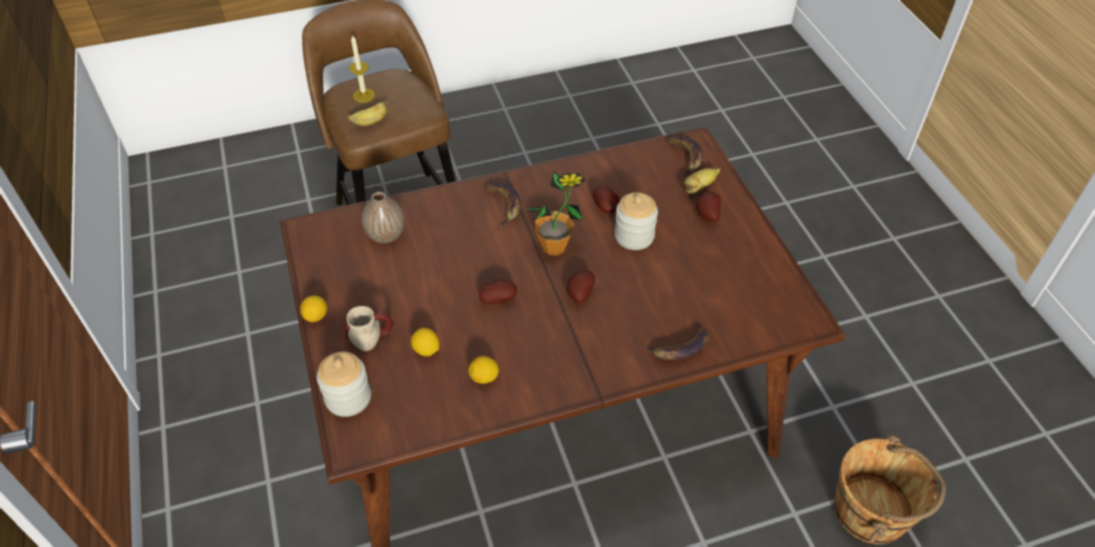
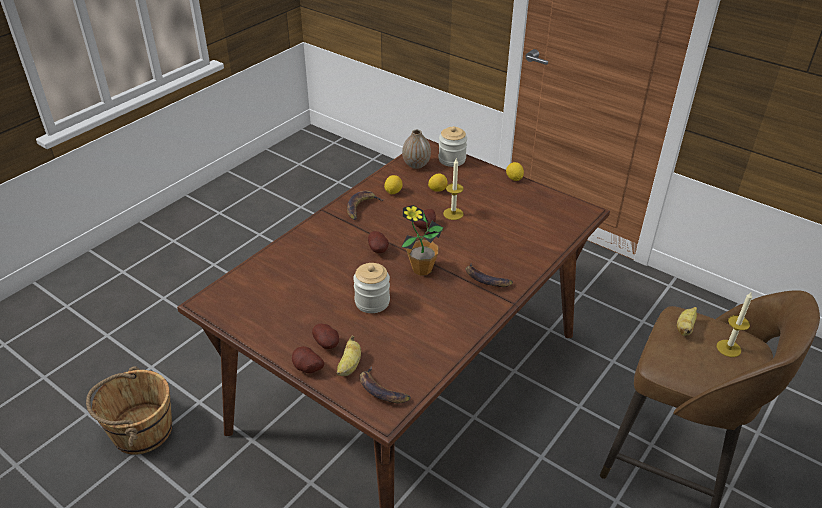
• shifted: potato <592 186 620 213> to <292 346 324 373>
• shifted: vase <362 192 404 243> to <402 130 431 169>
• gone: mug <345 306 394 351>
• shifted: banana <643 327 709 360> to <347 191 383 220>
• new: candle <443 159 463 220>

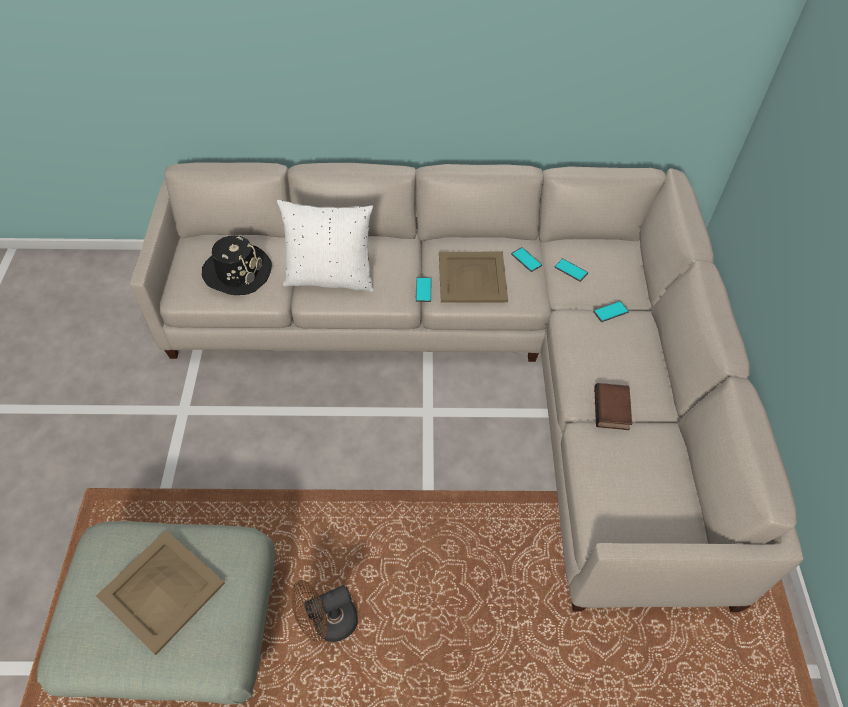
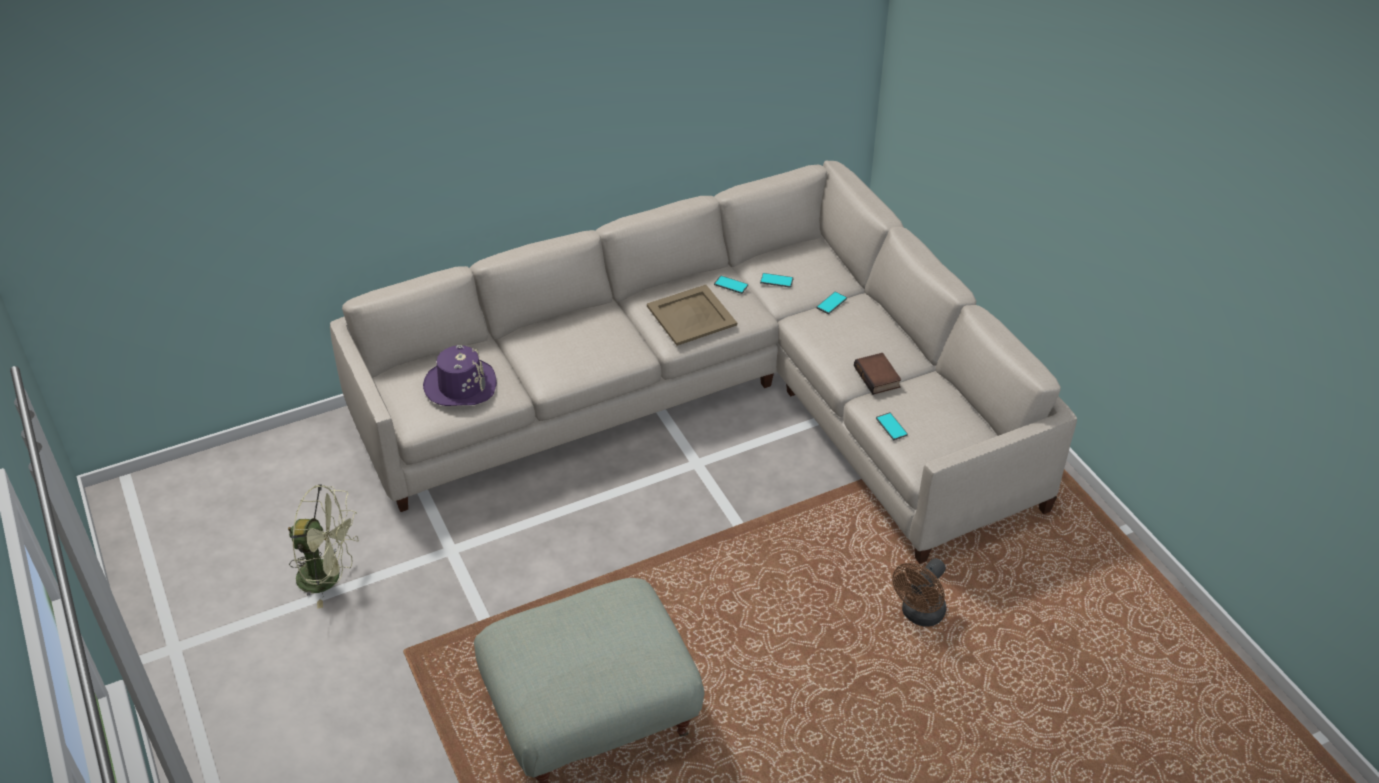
• gone: white pillow <277 200 374 292>
• repainted: black hat <202 235 272 295> to purple hat <423 345 497 406>
• shifted: phone <416 277 432 302> to <876 412 908 440>
• gone: beige tray <96 530 225 655>
• shifted: brown fan <291 580 358 642> to <892 558 946 627>
• new: green fan <288 484 359 608>

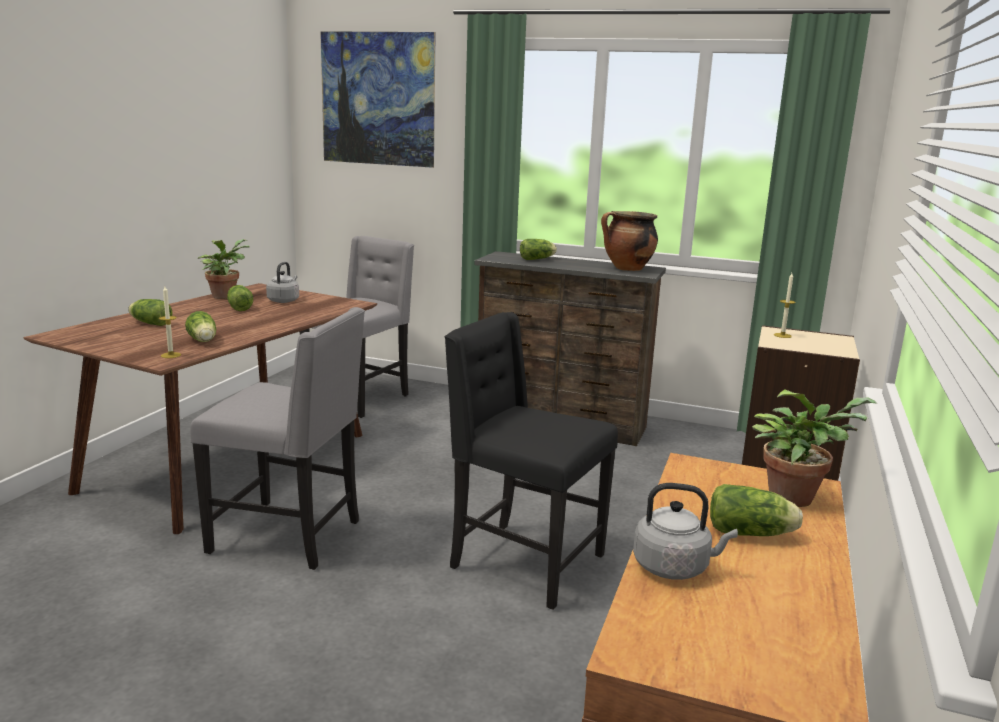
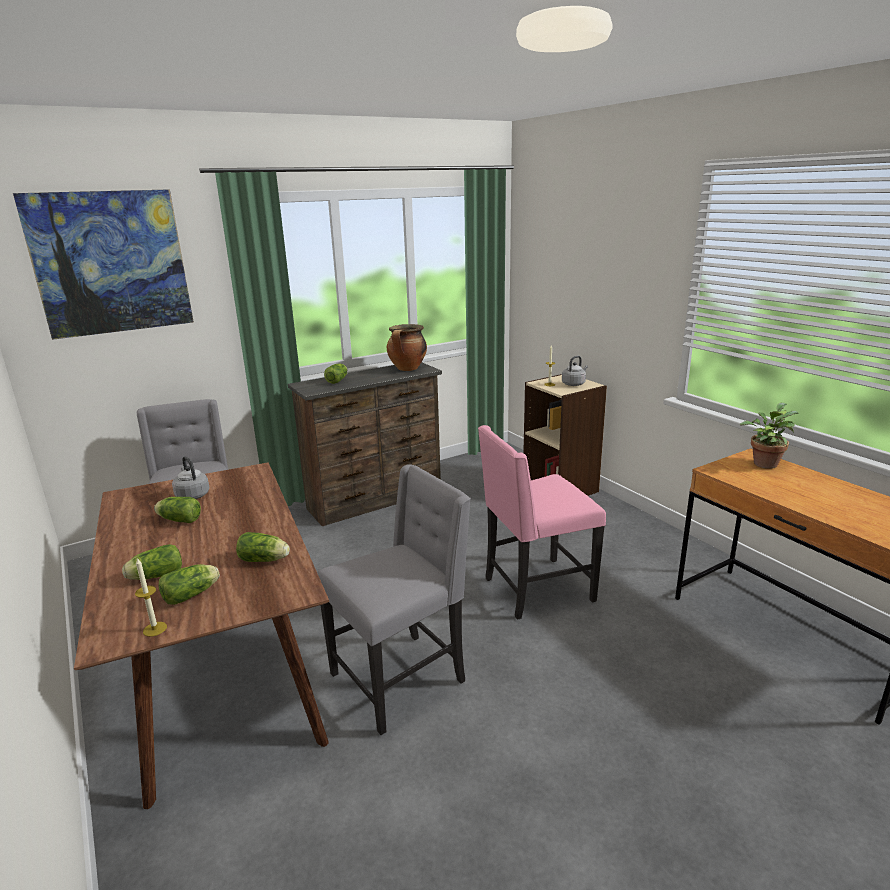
• gone: potted plant <198 239 249 299>
• shifted: candle <159 286 181 358> to <135 558 167 637>
• repainted: black chair <444 312 618 610> to pink chair <478 425 606 620>
• shifted: grey kettle <633 483 738 580> to <562 356 588 386>
• shifted: lettuce <710 484 803 536> to <159 564 220 605>

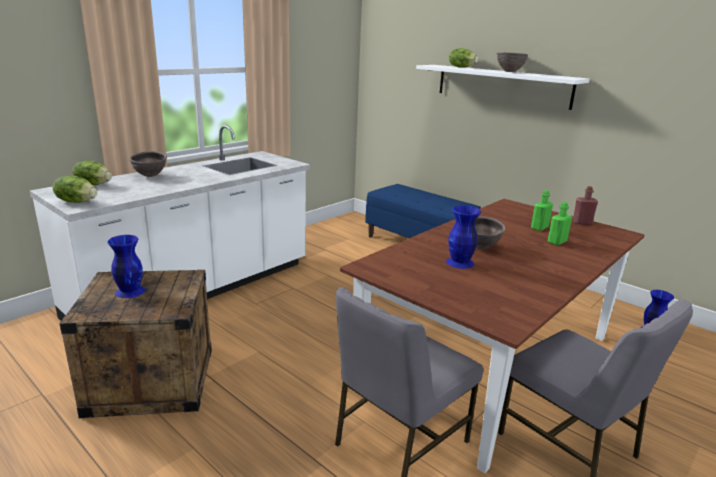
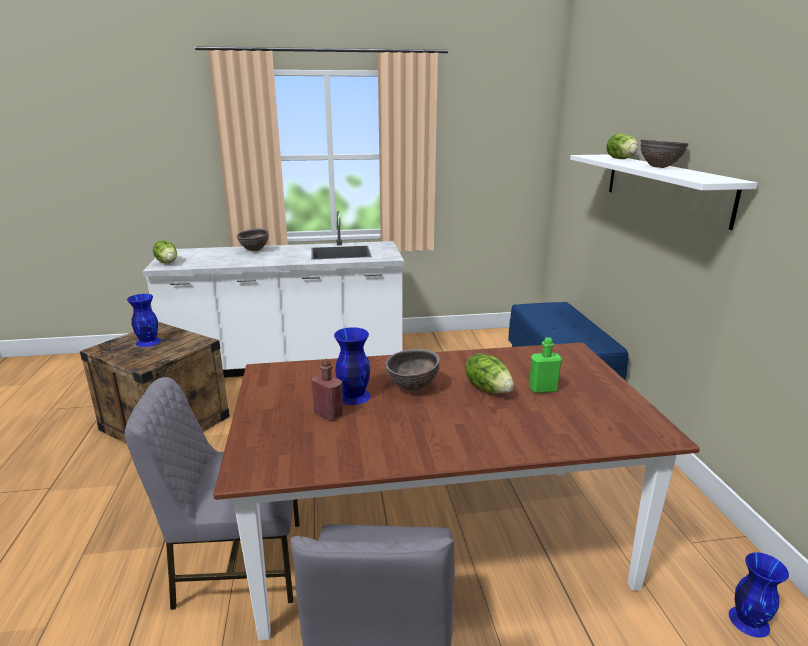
• shifted: lettuce <72 161 112 185> to <465 353 514 393>
• shifted: red bottle <573 186 598 225> to <312 359 343 421>
• gone: green bottle <548 202 572 245>

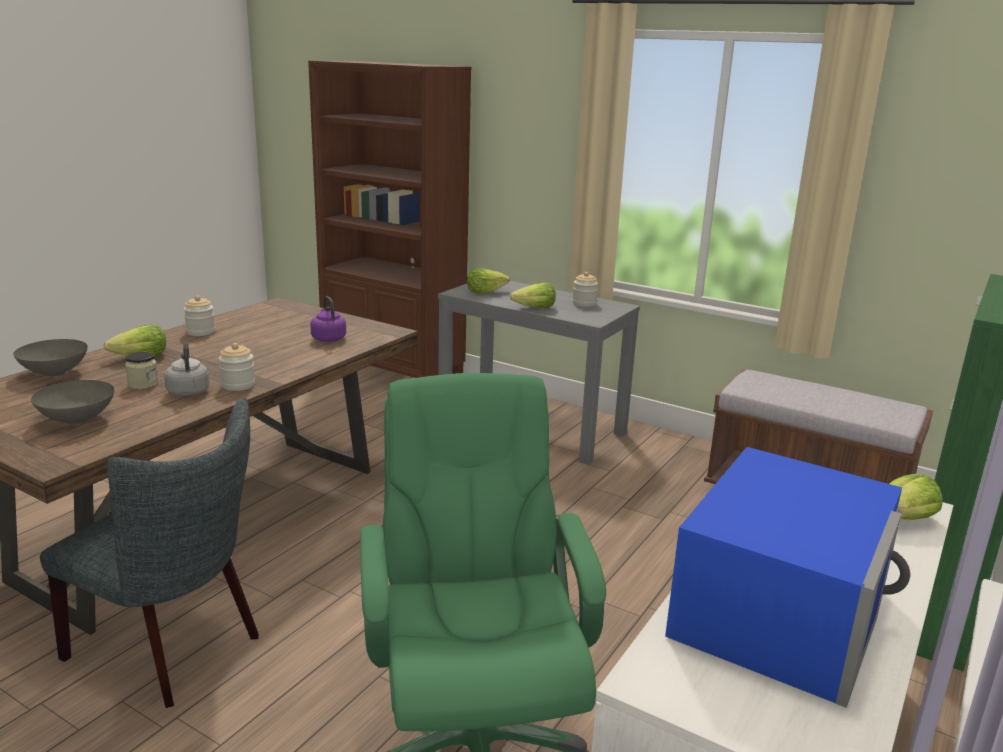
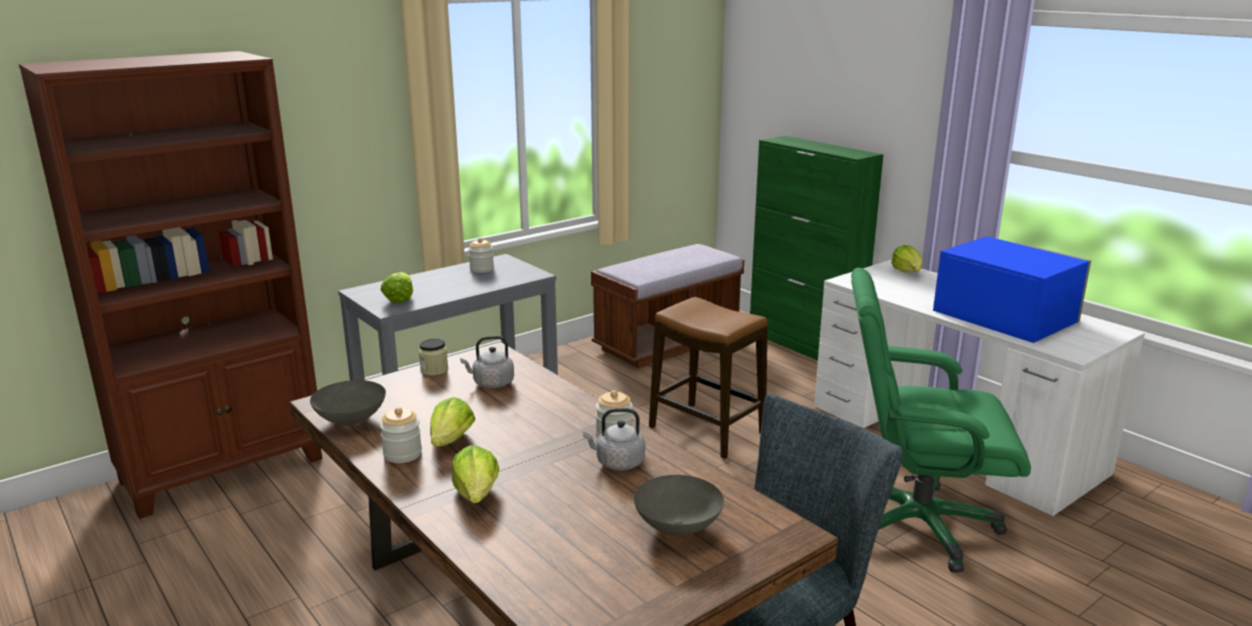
• shifted: lettuce <510 283 556 308> to <430 397 475 447>
• repainted: purple kettle <310 296 346 342> to grey kettle <460 336 514 388>
• shifted: grey bowl <13 339 88 377> to <310 380 386 426>
• shifted: jar <125 352 159 389> to <419 339 448 376>
• new: stool <649 297 767 459>

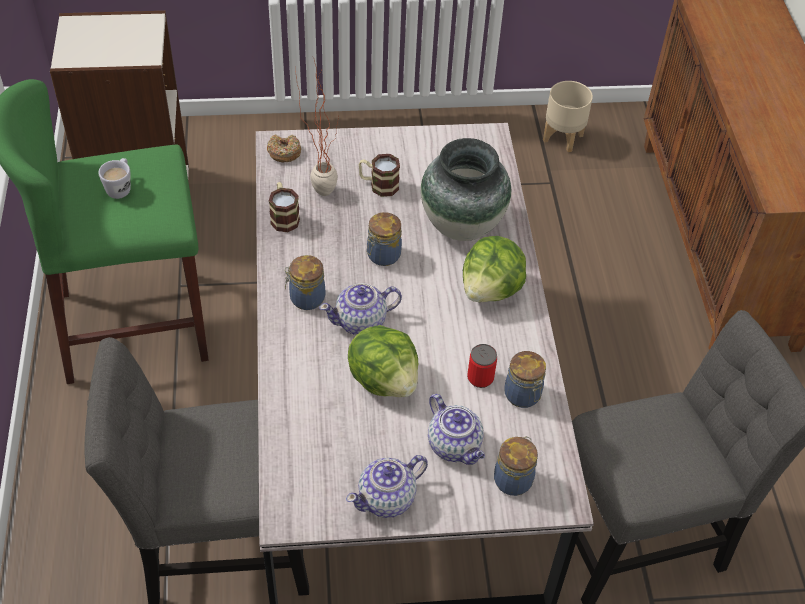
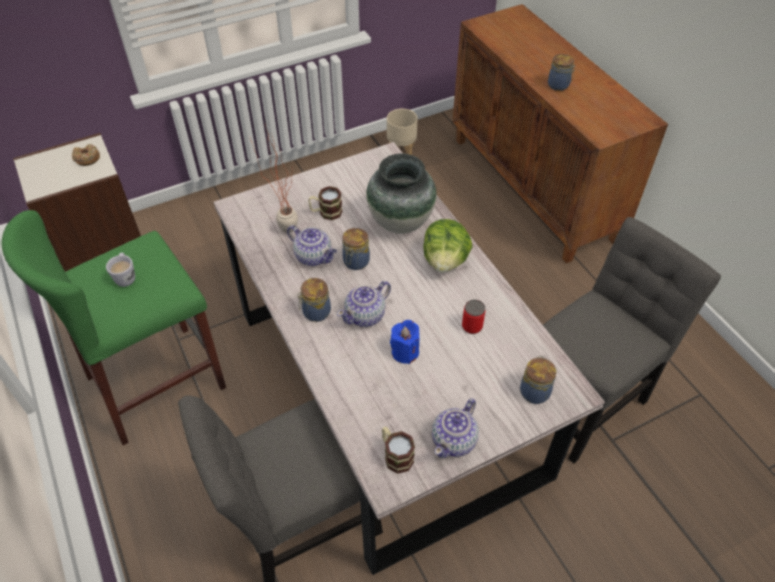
• shifted: donut <267 134 301 162> to <72 144 100 166>
• shifted: mug <269 182 300 232> to <382 426 415 474>
• swapped: lettuce <348 325 418 397> to blue candle <390 320 420 364>
• shifted: jar <504 351 546 408> to <548 54 576 91>
• shifted: teapot <428 394 485 465> to <287 225 337 266>

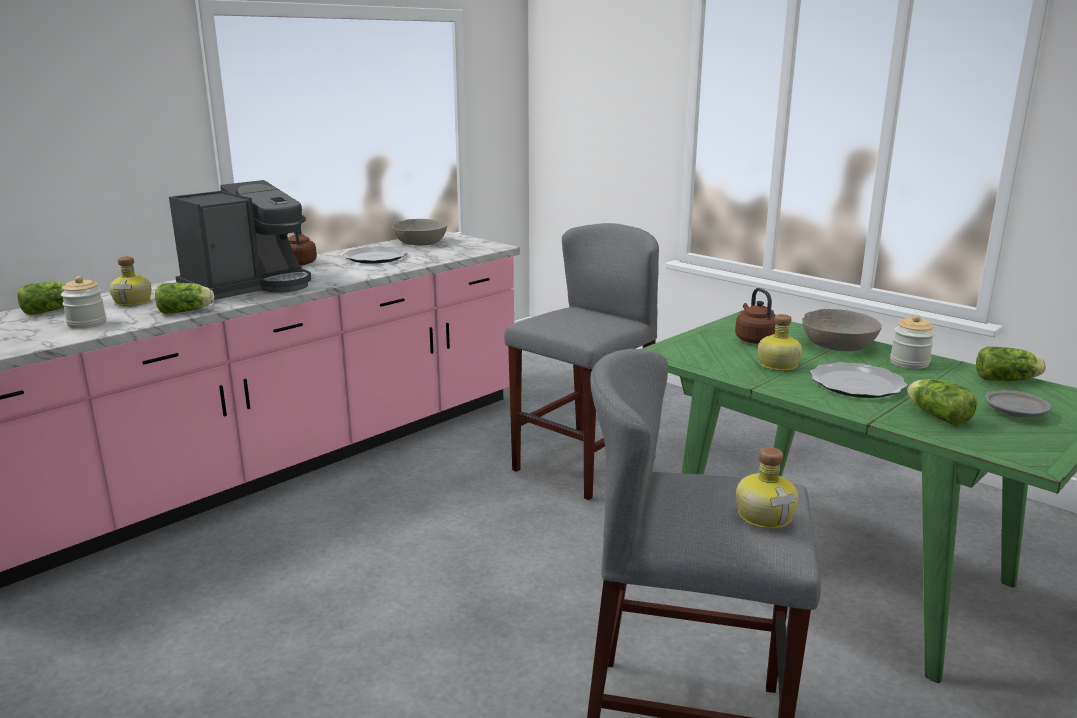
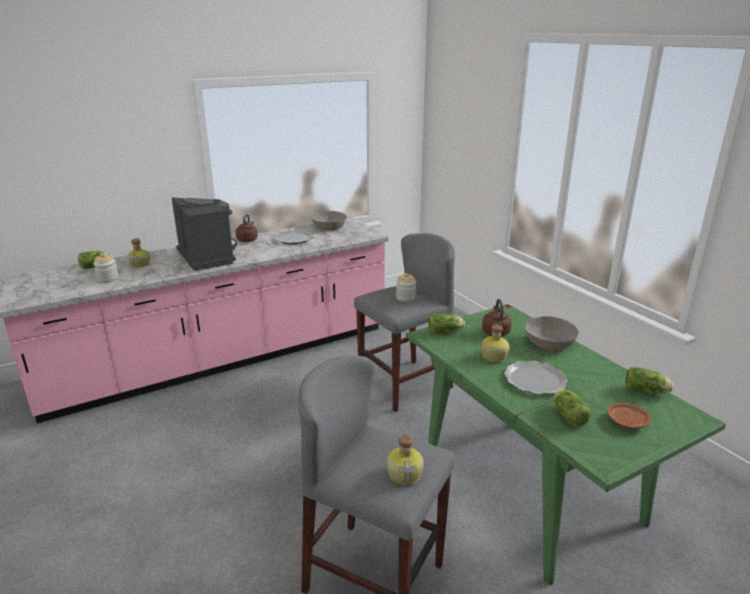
• rotated: coffee machine <169 180 311 300> = <172 197 237 271> 90 degrees counterclockwise
• shifted: lettuce <155 283 214 314> to <428 313 465 334>
• shifted: jar <890 315 935 369> to <396 273 416 302>
• repainted: grey plate <985 390 1051 417> to brown plate <607 403 651 428>

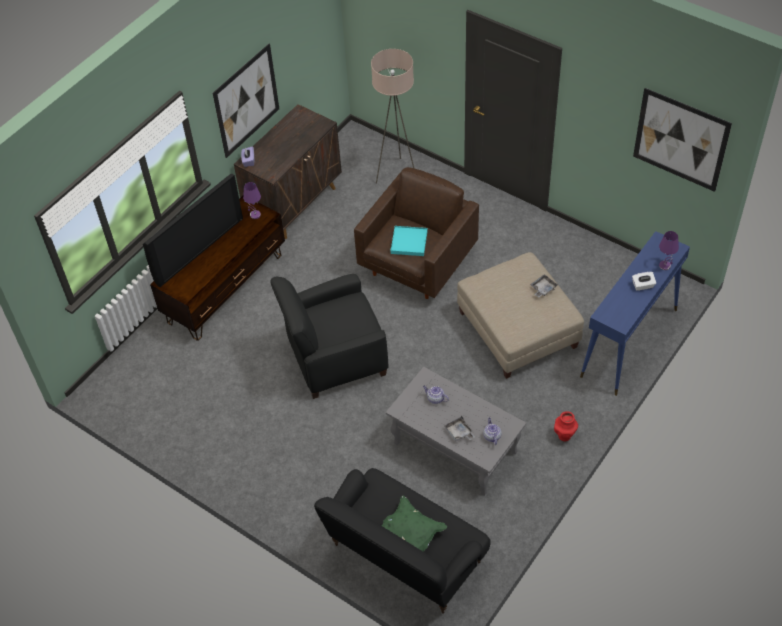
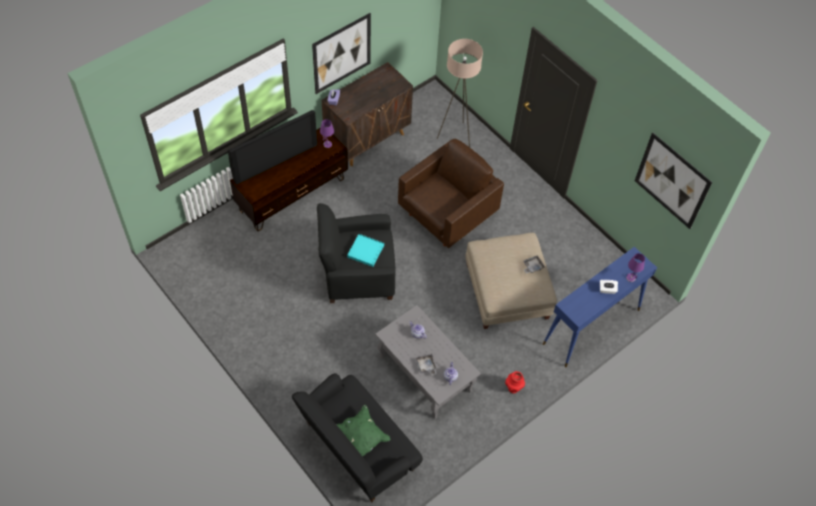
• shifted: turquoise tray <391 226 427 256> to <347 234 384 267>

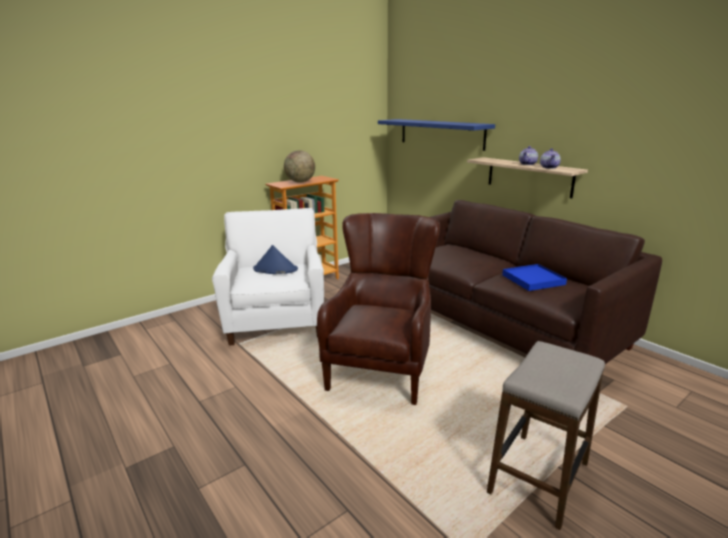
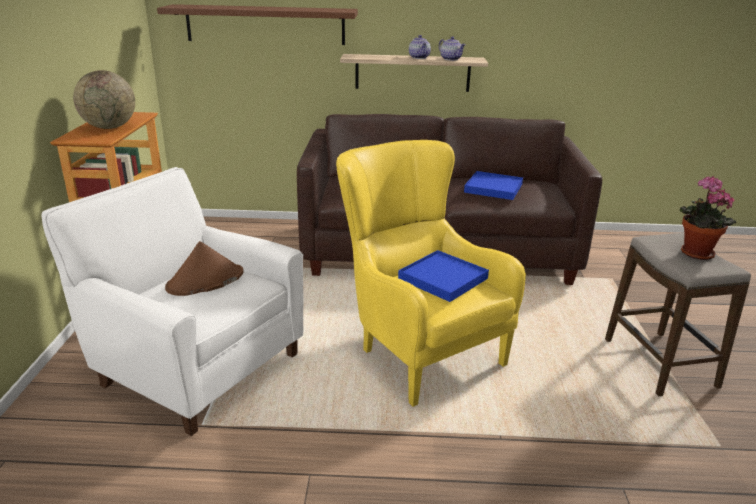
• repainted: blue shelf <378 119 495 151> to brown shelf <157 4 358 45>
• repainted: brown armchair <317 213 440 405> to yellow armchair <336 140 526 407>
• repainted: blue hat <253 245 298 274> to brown hat <165 241 244 296>
• new: potted plant <680 176 736 260>
• new: blue tray <398 250 489 302>

